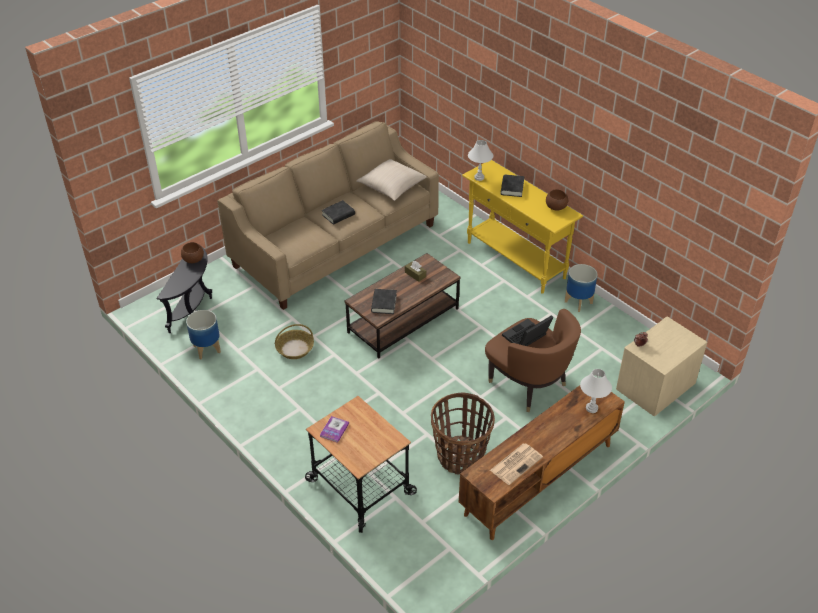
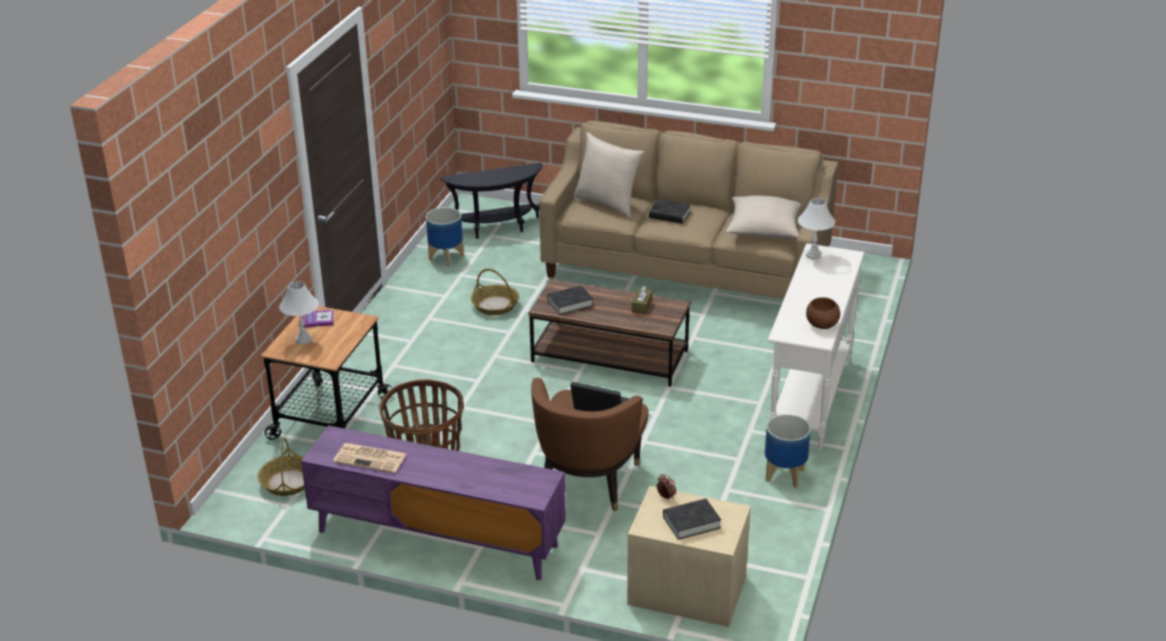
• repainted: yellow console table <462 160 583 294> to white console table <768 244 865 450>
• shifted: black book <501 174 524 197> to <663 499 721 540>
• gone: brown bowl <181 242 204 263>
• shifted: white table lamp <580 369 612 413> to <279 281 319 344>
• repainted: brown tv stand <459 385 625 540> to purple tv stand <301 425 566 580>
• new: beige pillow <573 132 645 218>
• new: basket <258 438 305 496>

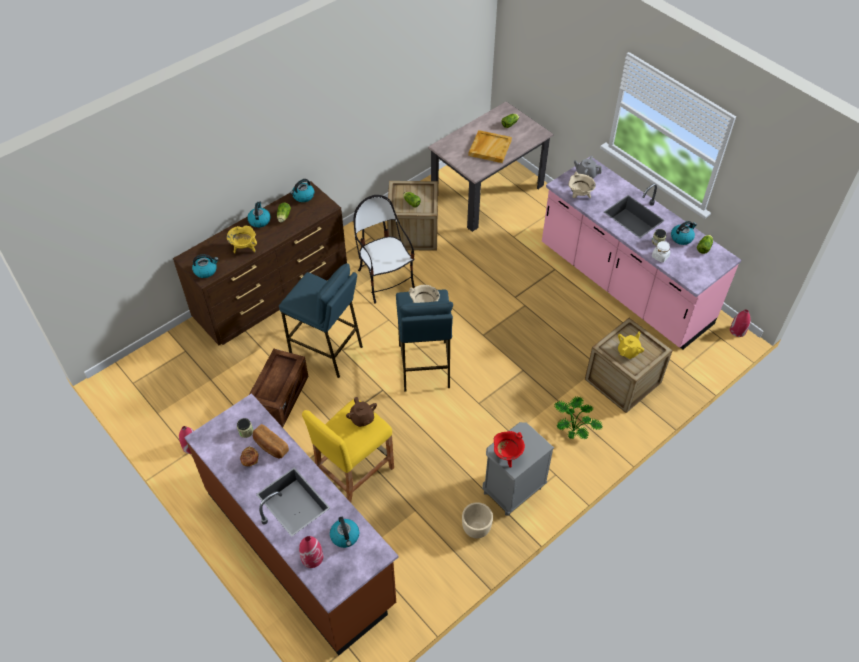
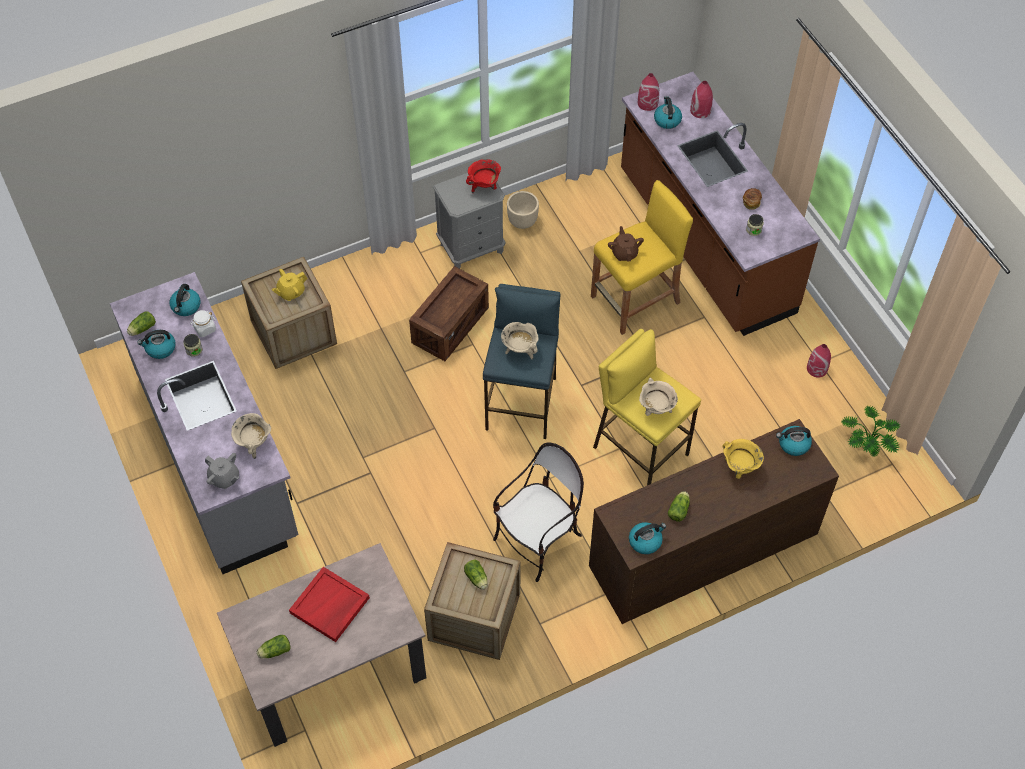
• repainted: beige tray <468 130 512 163> to red tray <289 567 370 642>
• repainted: pink counter <542 157 741 350> to grey counter <110 272 298 574>
• rotated: chair <354 195 415 304> = <493 442 584 582> 120 degrees counterclockwise
• shifted: kettle <247 202 270 228> to <170 284 201 316>
• repainted: blue stool <279 263 363 378> to yellow stool <593 329 701 485>
• shifted: red vase <730 309 751 337> to <638 73 659 111>
• shifted: crate <249 349 308 427> to <409 266 489 361>
• shifted: potted plant <554 397 603 439> to <841 406 900 457>
• gone: bread <253 424 289 459>
• new: beige cooking pot <639 378 678 416>

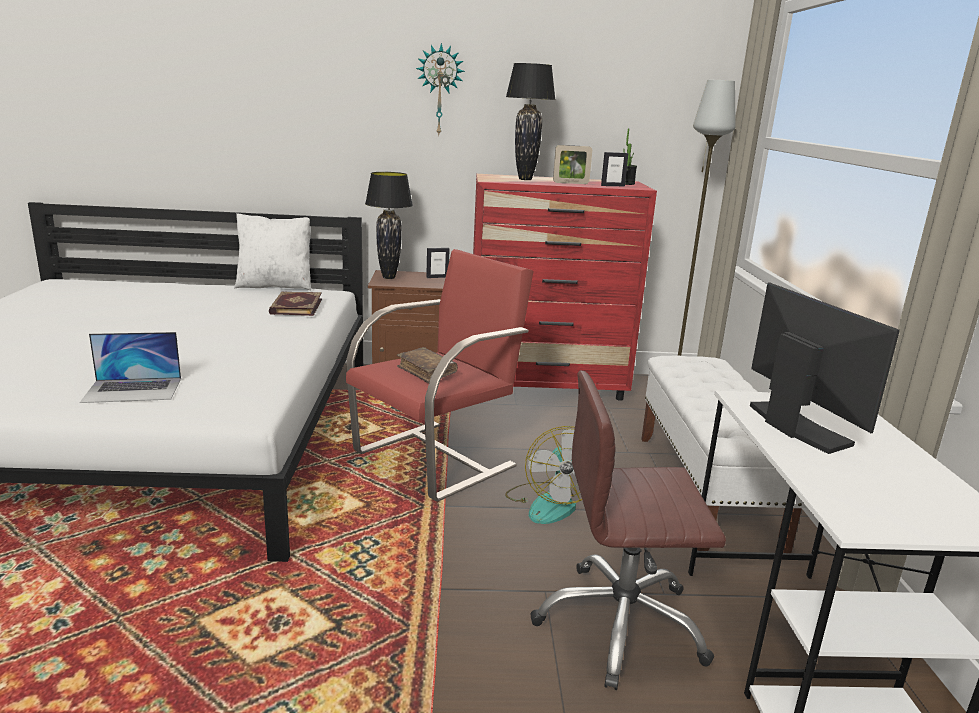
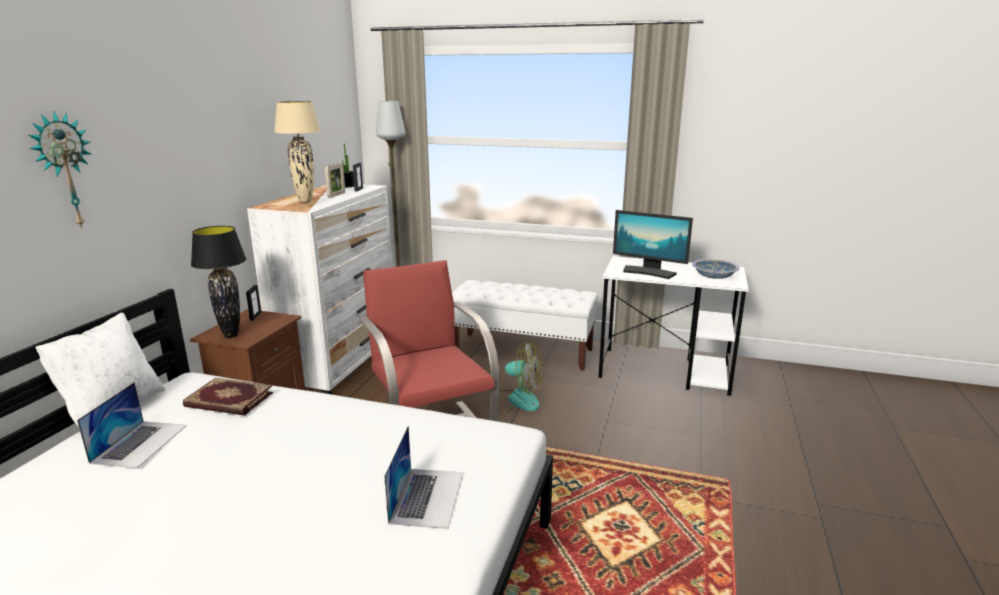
• shifted: wall clock <416 43 465 137> to <29 111 91 229>
• repainted: black table lamp <506 63 556 180> to beige table lamp <274 101 321 203>
• repainted: red dresser <473 174 657 401> to white dresser <247 185 392 394>
• rotated: monitor <750 283 900 454> = <613 210 693 279> 150 degrees counterclockwise
• gone: brown book <397 347 458 384>
• gone: brown office chair <530 371 726 690>
• new: bowl <692 259 740 279>
• new: laptop <77 382 187 468>

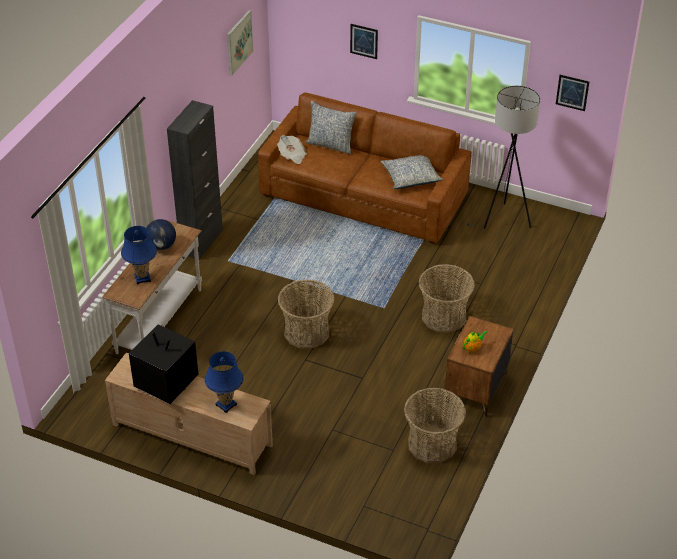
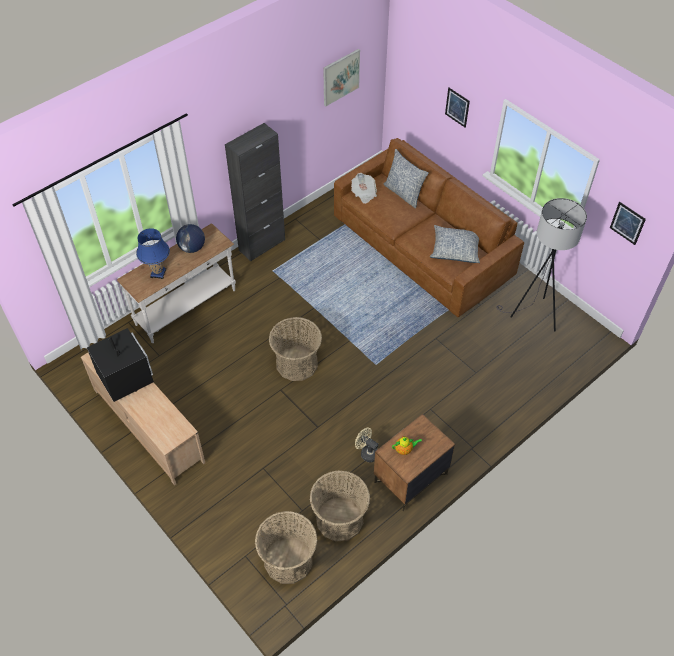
• shifted: basket <419 264 475 333> to <255 511 317 584>
• gone: blue table lamp <204 351 244 413>
• new: beige fan <355 428 378 462>

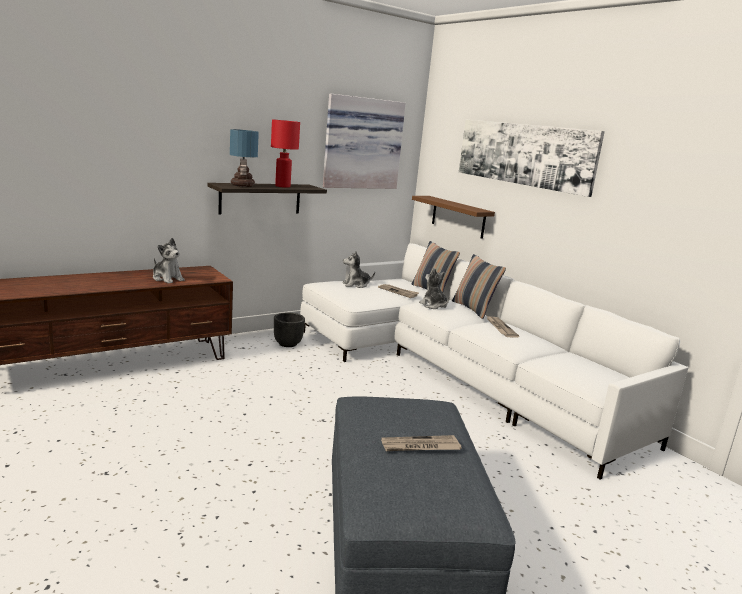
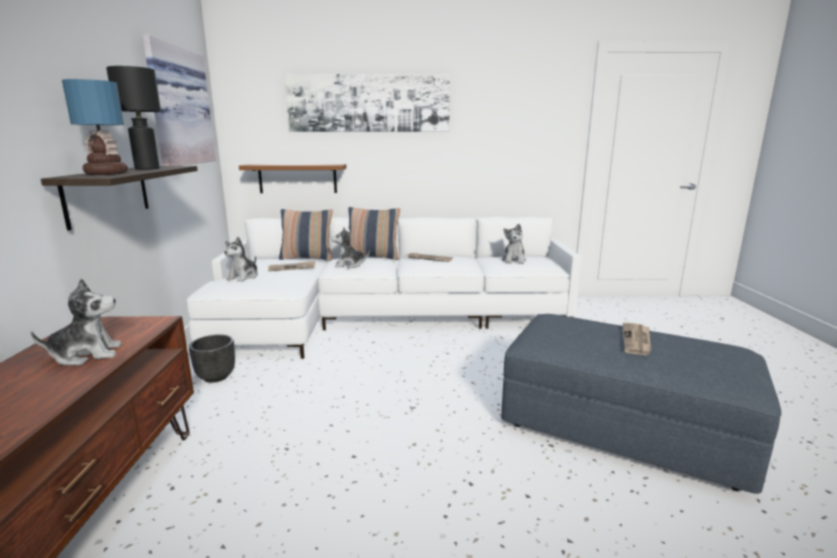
• repainted: red table lamp <271 119 300 188> to black table lamp <106 66 161 170>
• new: plush toy <502 224 526 264>

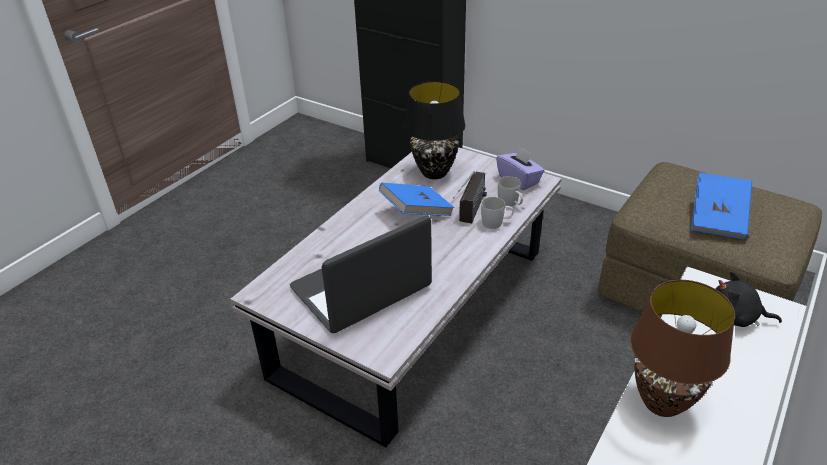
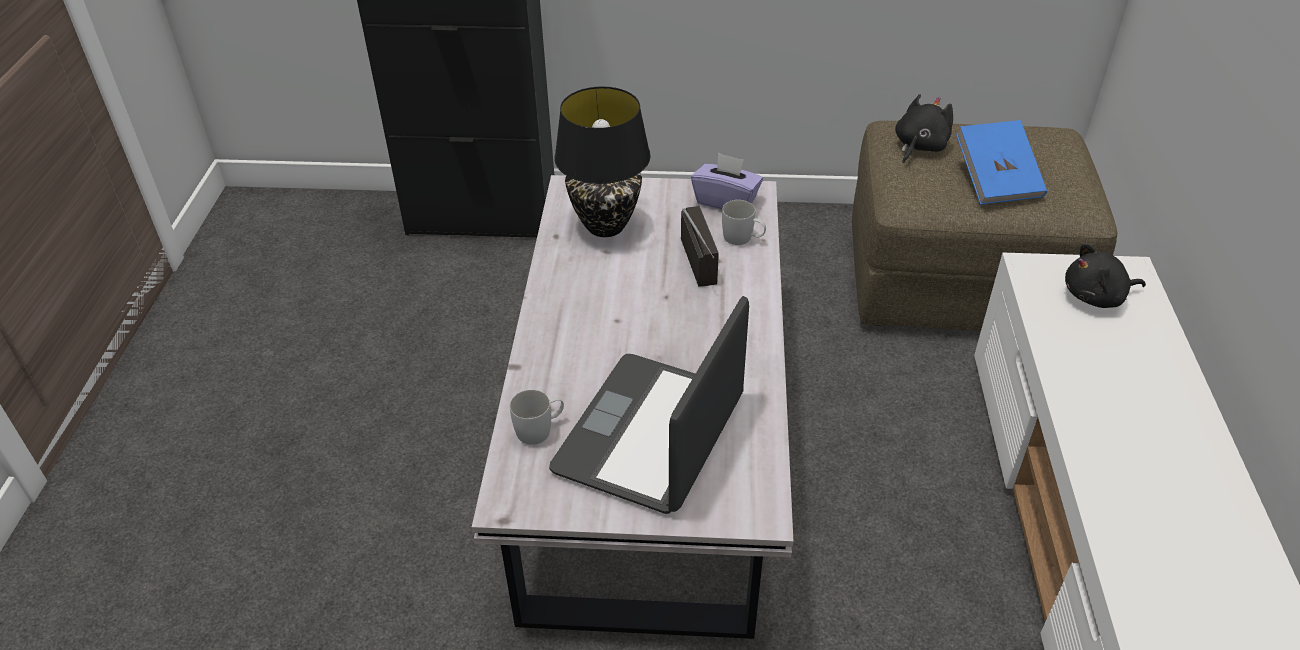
• gone: blue book <379 183 455 216>
• shifted: white mug <481 197 514 229> to <510 390 564 445>
• gone: brown table lamp <630 280 735 417>
• new: black plush toy <895 94 953 164>

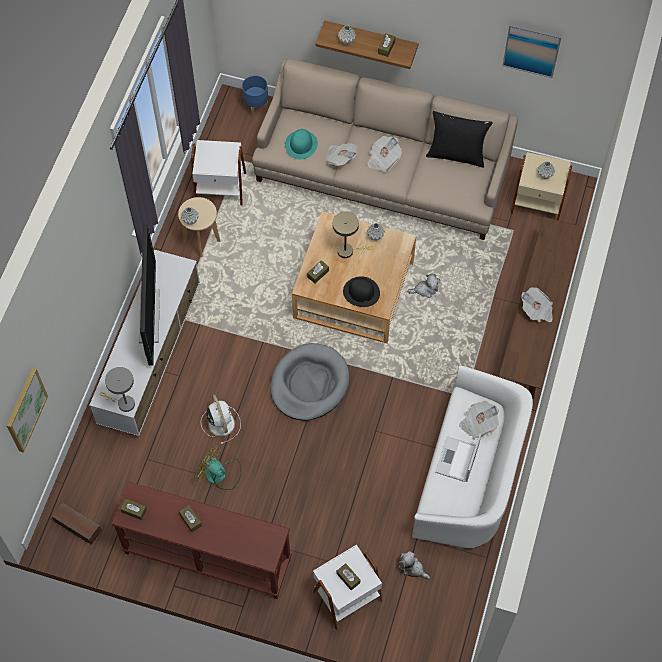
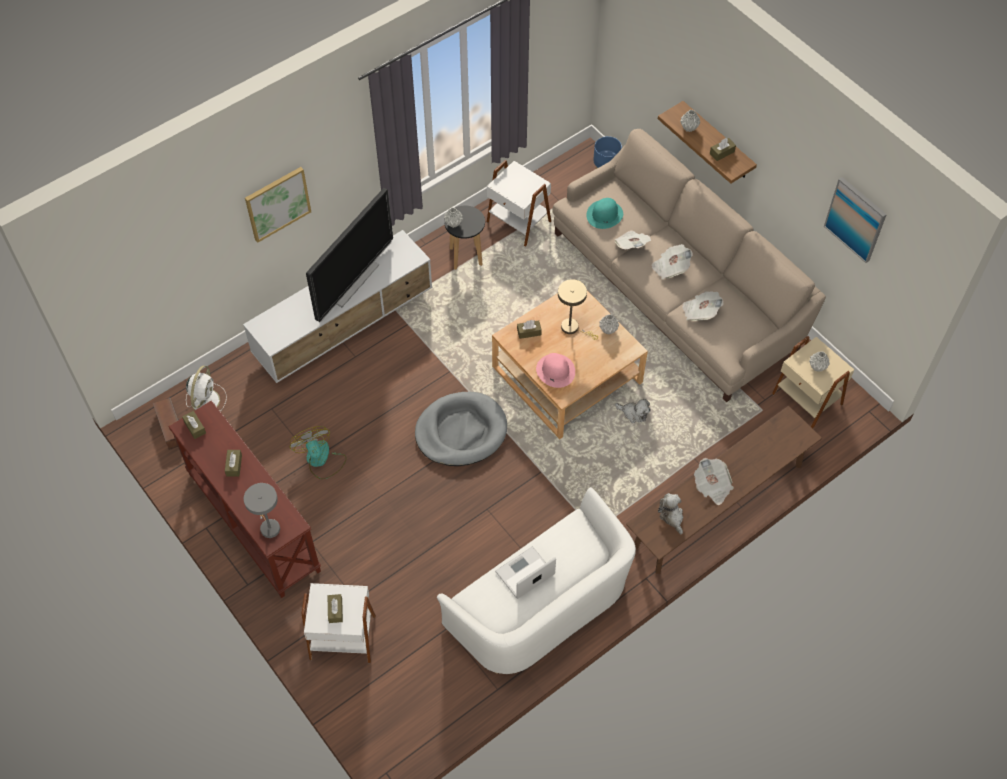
• gone: black pillow <426 111 493 168>
• repainted: beige stool <178 197 220 257> to black stool <444 206 485 270>
• repainted: black hat <343 276 380 307> to pink hat <536 353 575 388>
• shifted: grey table lamp <100 367 135 412> to <244 483 280 538>
• shifted: picture <6 368 48 453> to <245 167 311 243>
• shifted: white fan <201 394 241 444> to <186 366 227 410>
• shifted: newspaper <459 400 499 440> to <682 291 723 321>
• shifted: plush toy <399 551 430 580> to <658 493 683 535>

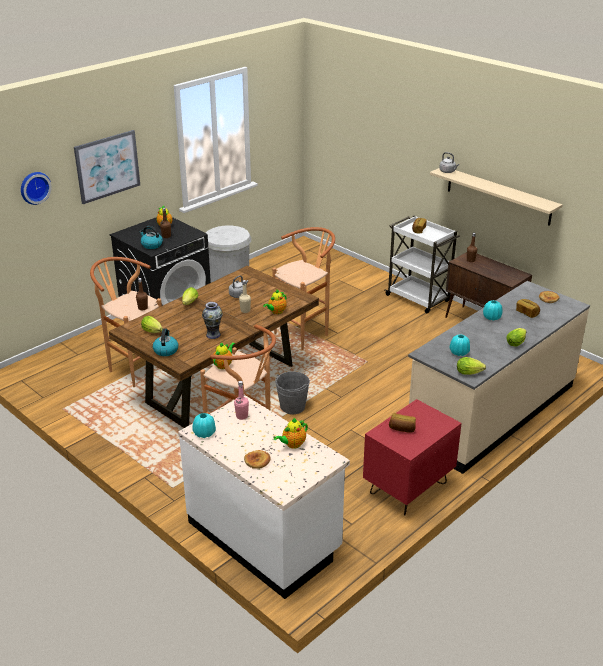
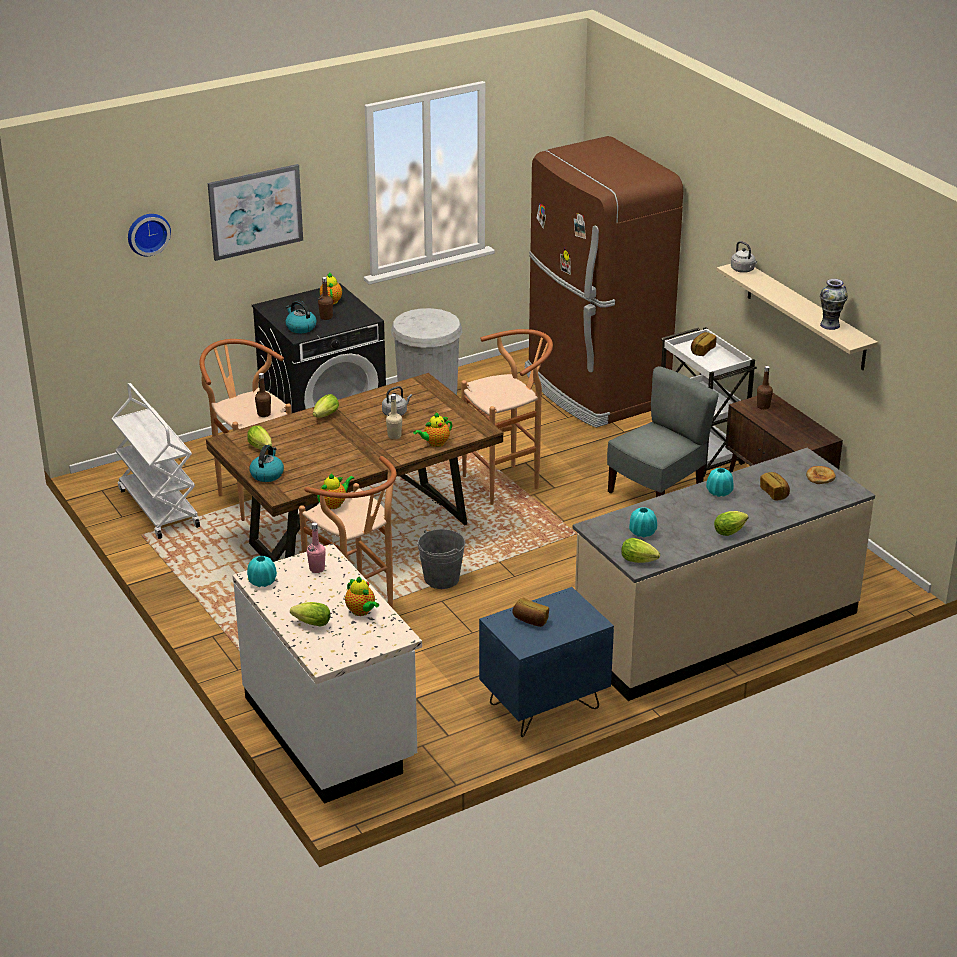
• shifted: vase <202 302 223 339> to <820 279 848 330>
• repainted: red nightstand <363 399 462 515> to blue nightstand <479 587 614 737>
• rotated: teapot <274 418 308 449> = <345 576 379 616> 105 degrees counterclockwise
• swapped: bread <244 450 271 469> to lettuce <290 602 330 626>
• new: brown fridge <525 136 683 428>
• new: grey chair <607 366 719 497>
• new: white cart <111 383 200 539>

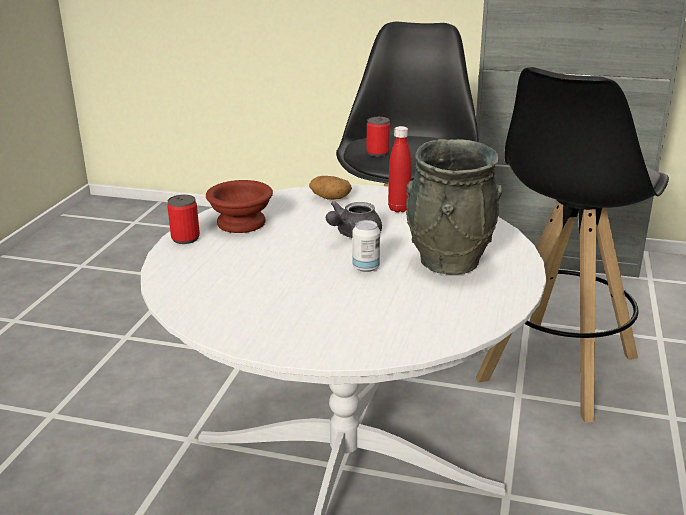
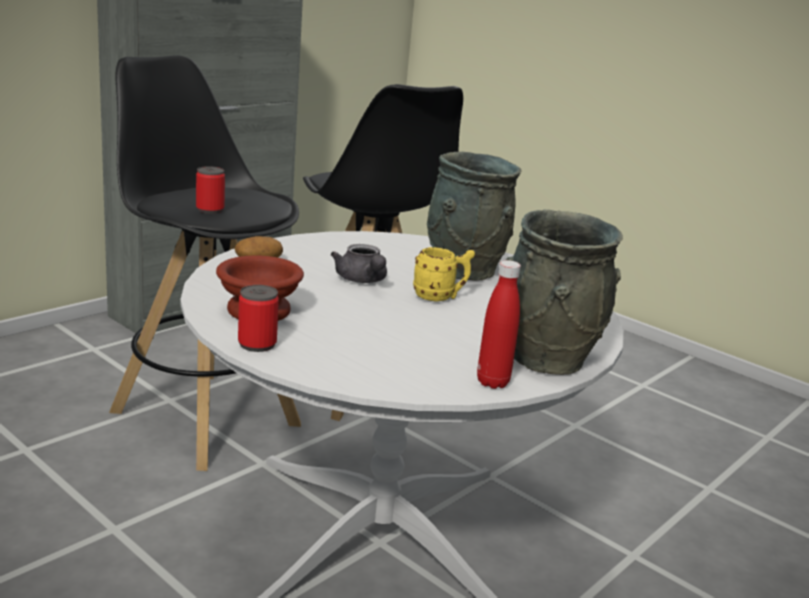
• shifted: red bottle <388 126 412 212> to <477 260 521 389>
• swapped: can <352 220 380 272> to yellow mug <413 247 475 301>
• new: grey vase <506 210 623 375>

